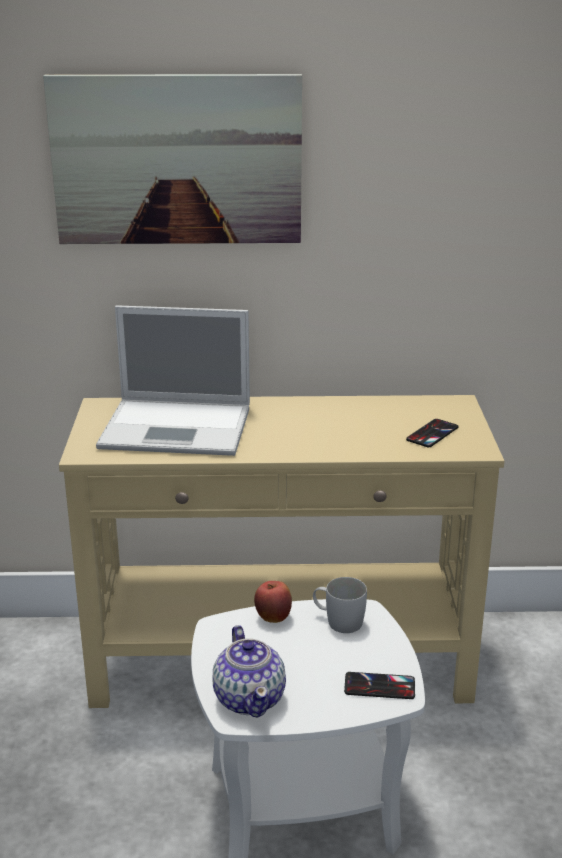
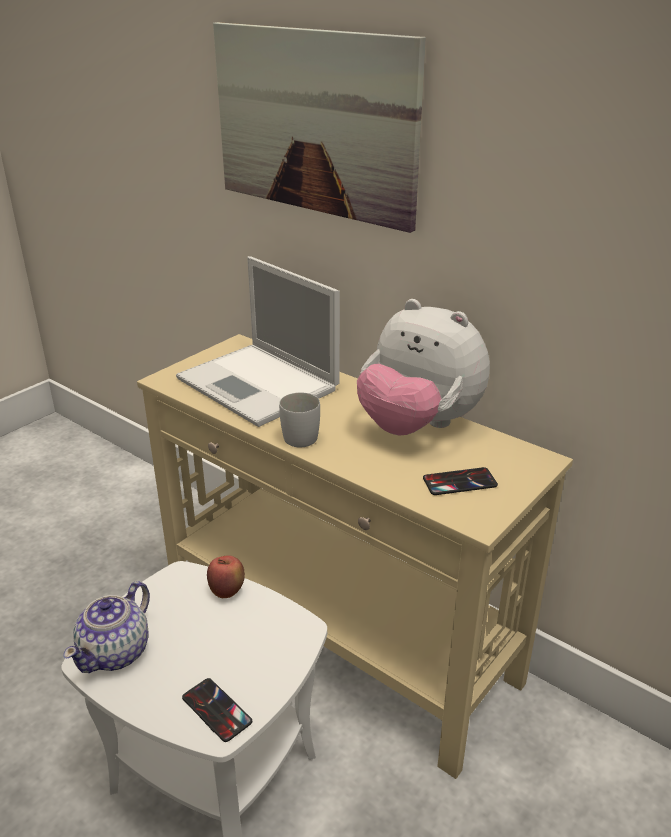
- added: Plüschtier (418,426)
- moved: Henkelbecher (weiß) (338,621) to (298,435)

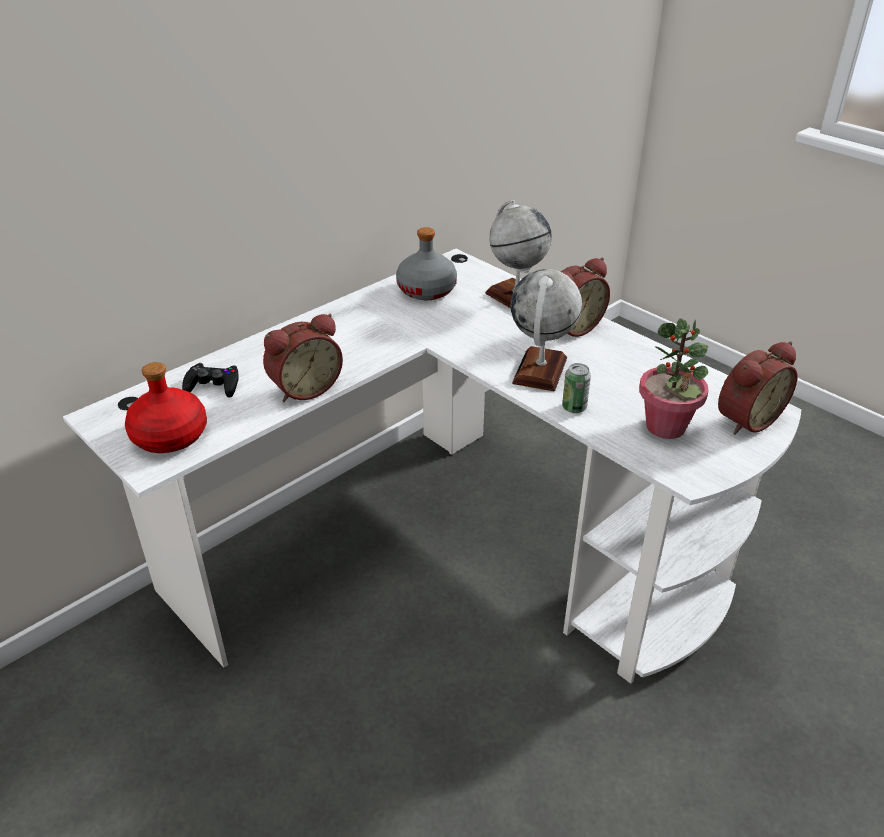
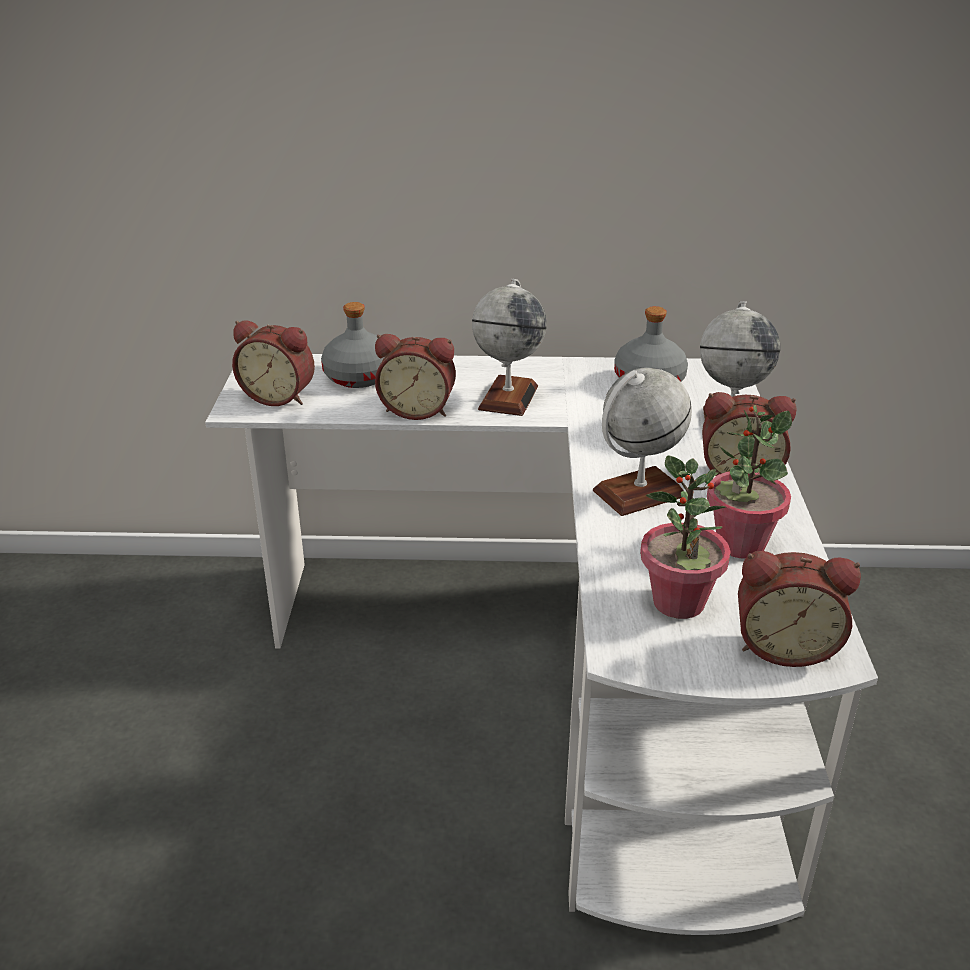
- removed: Dose (574,407)
- added: Globus (508,397)
- added: Topfpflanze (740,544)
- replaced: Flasche (rot) (170,435) to Wecker (279,396)
- replaced: Gamepad (schwarz) (213,385) to Flasche (grau) (359,377)

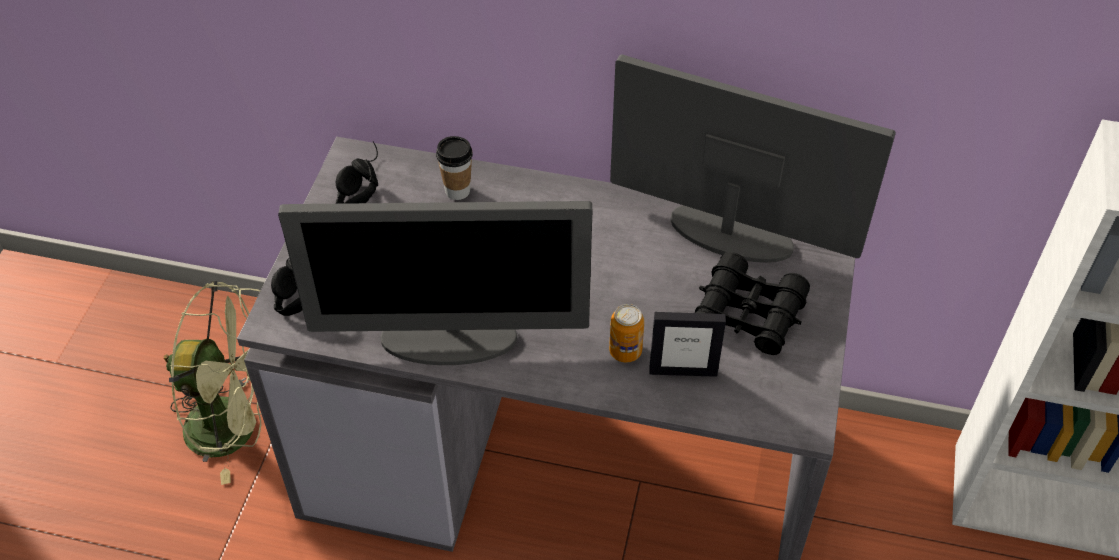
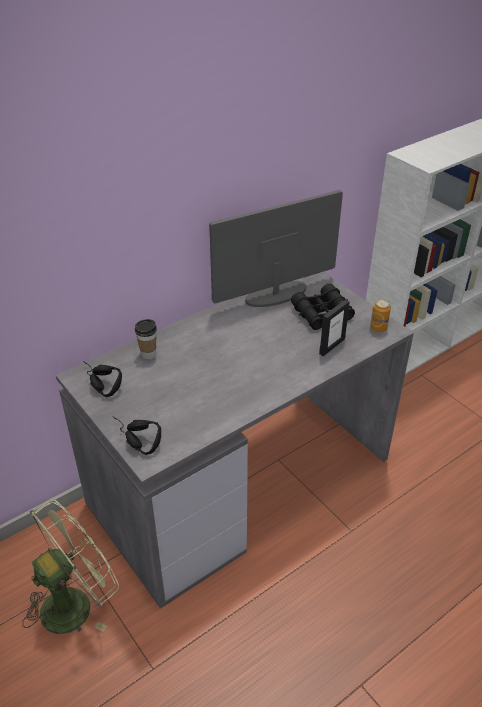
- removed: Monitor (450,339)
- moved: Dose (625,351) to (378,328)

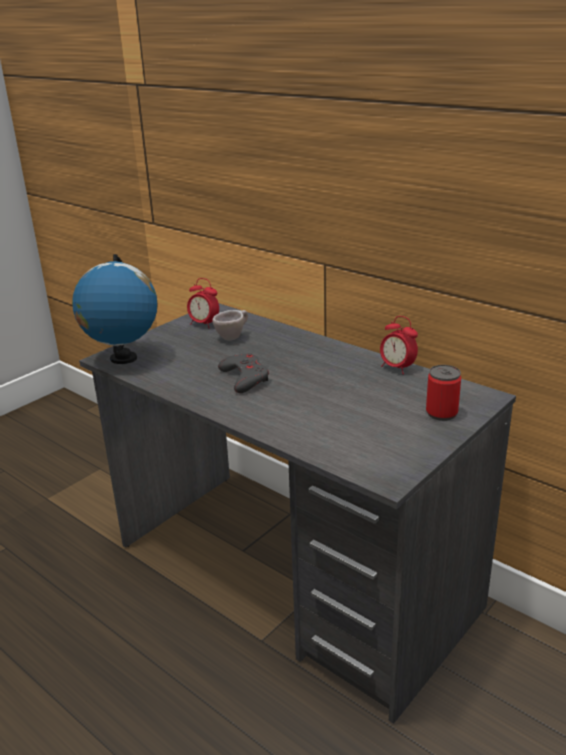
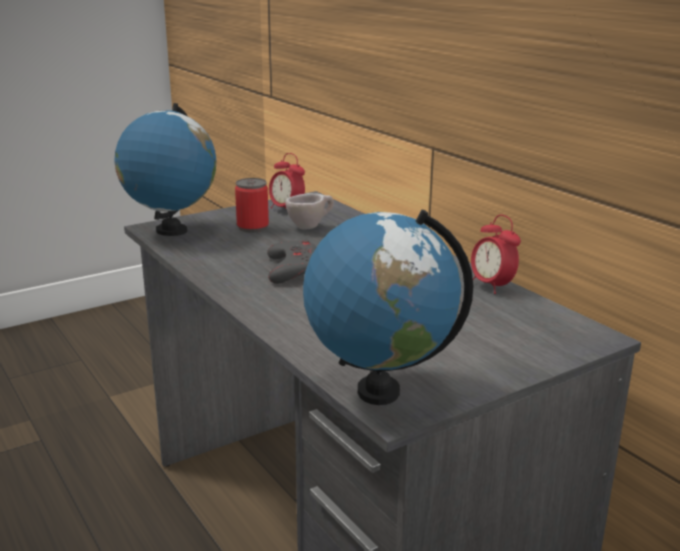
- added: Globus (379,391)
- moved: Dose (441,413) to (253,227)

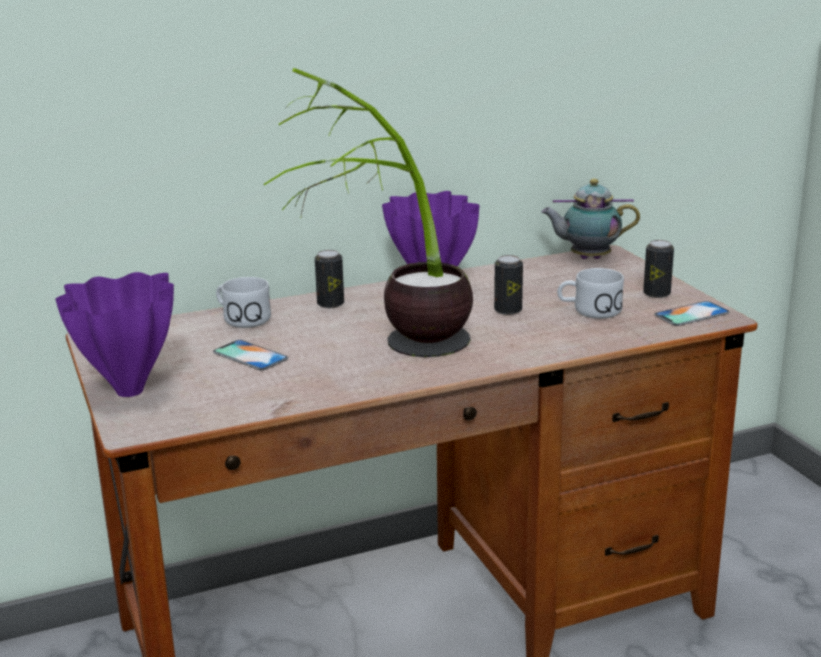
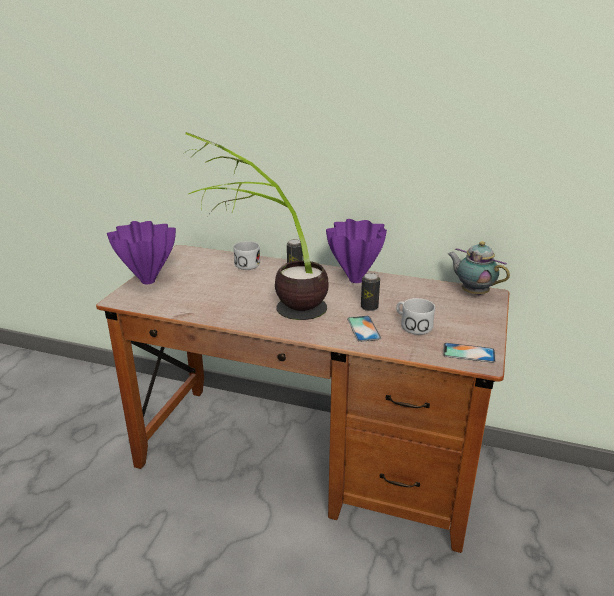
- removed: Dose (656,294)
- moved: Handy (250,355) to (363,329)

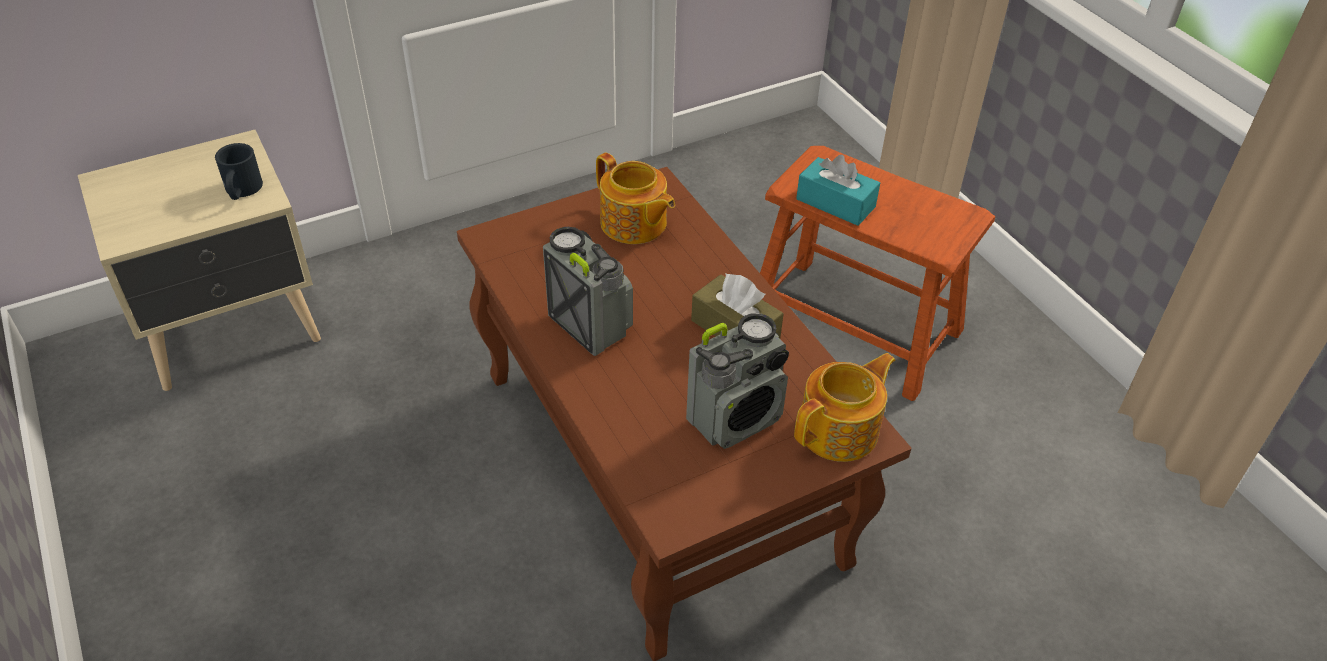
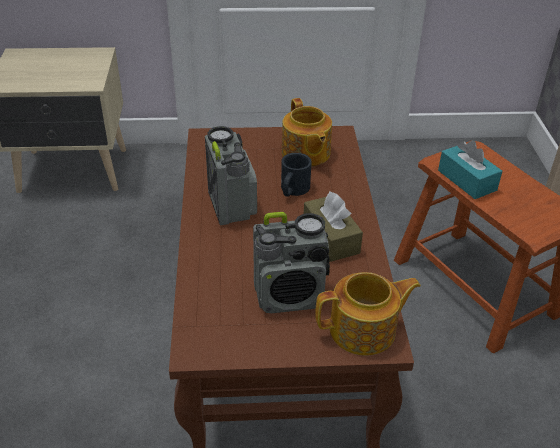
- moved: Henkelbecher (schwarz) (242,191) to (293,190)

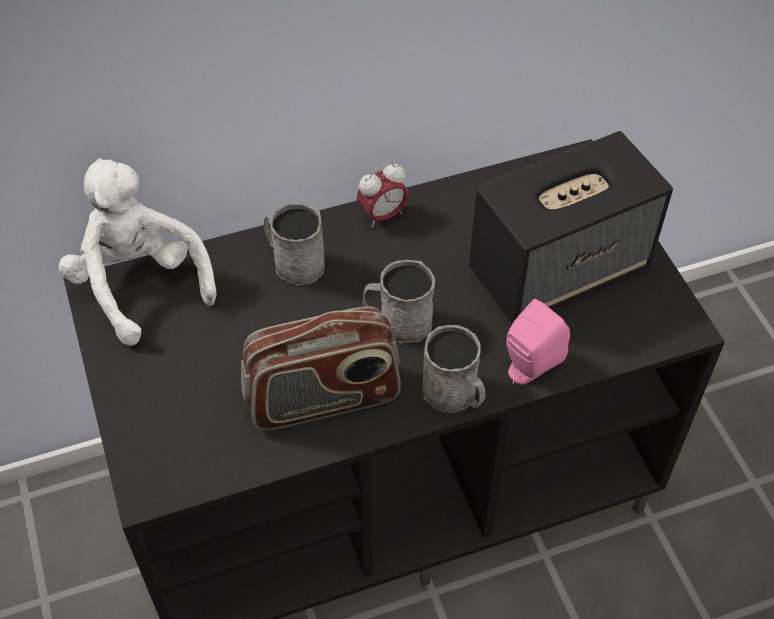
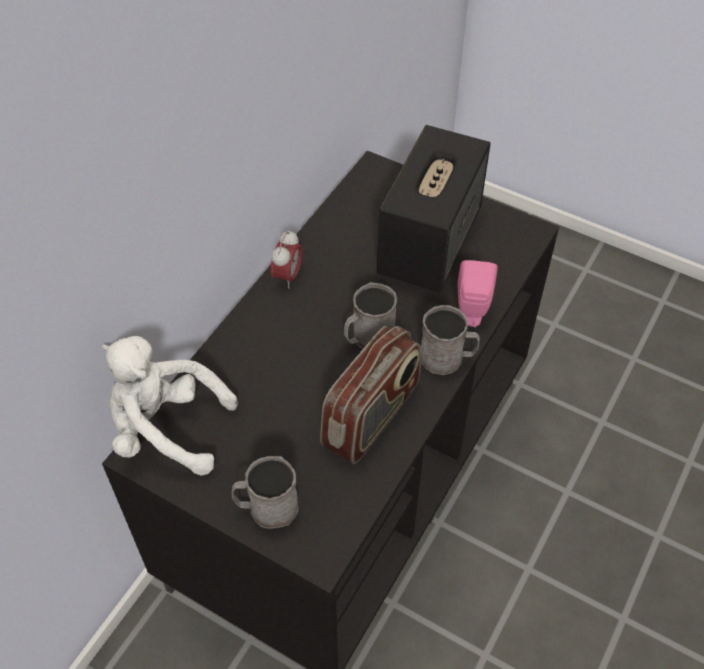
- moved: Henkelbecher (grau) (294,262) to (267,508)

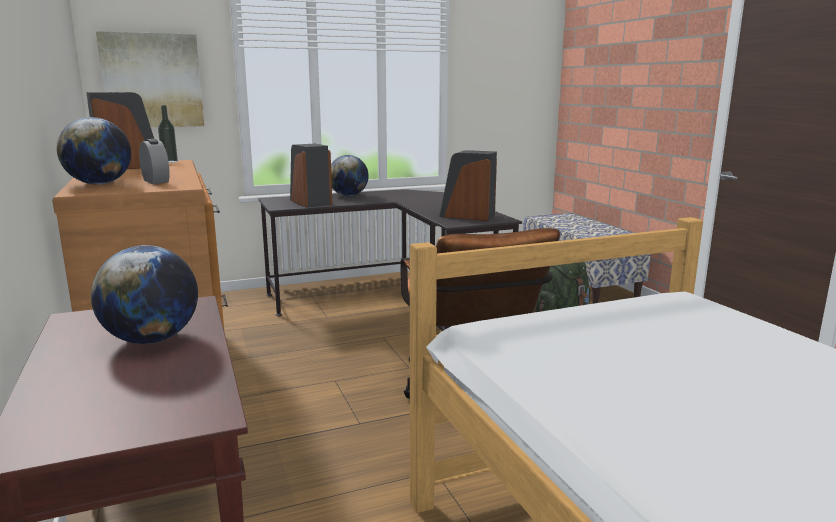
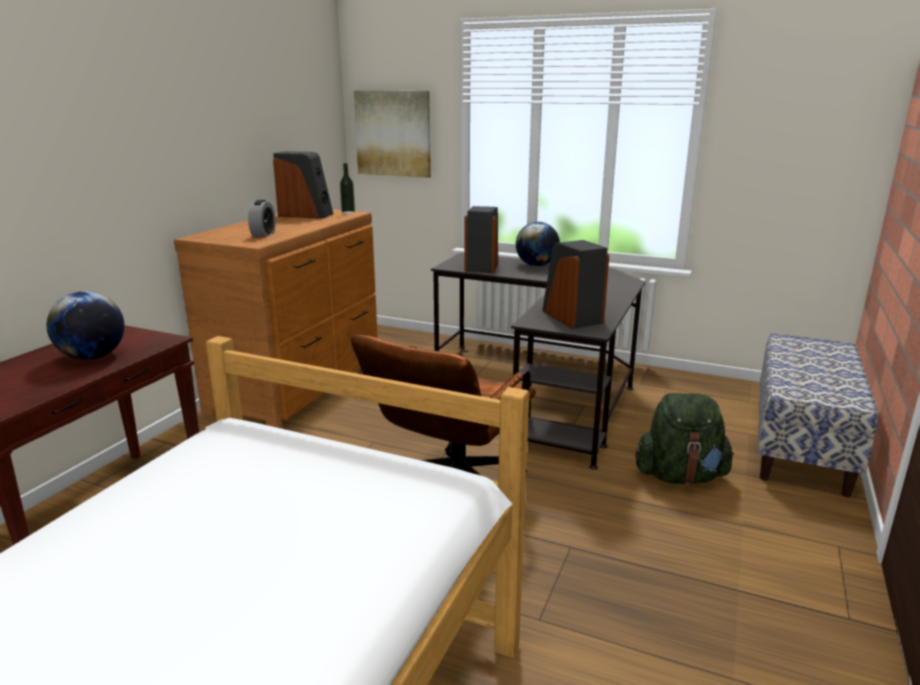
- removed: Globus (99,184)

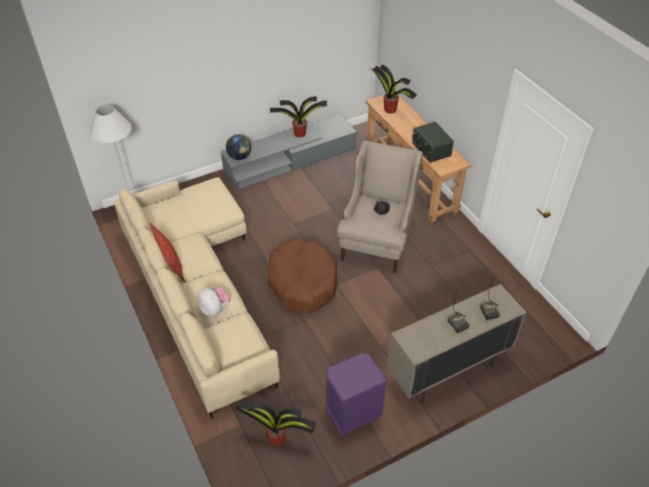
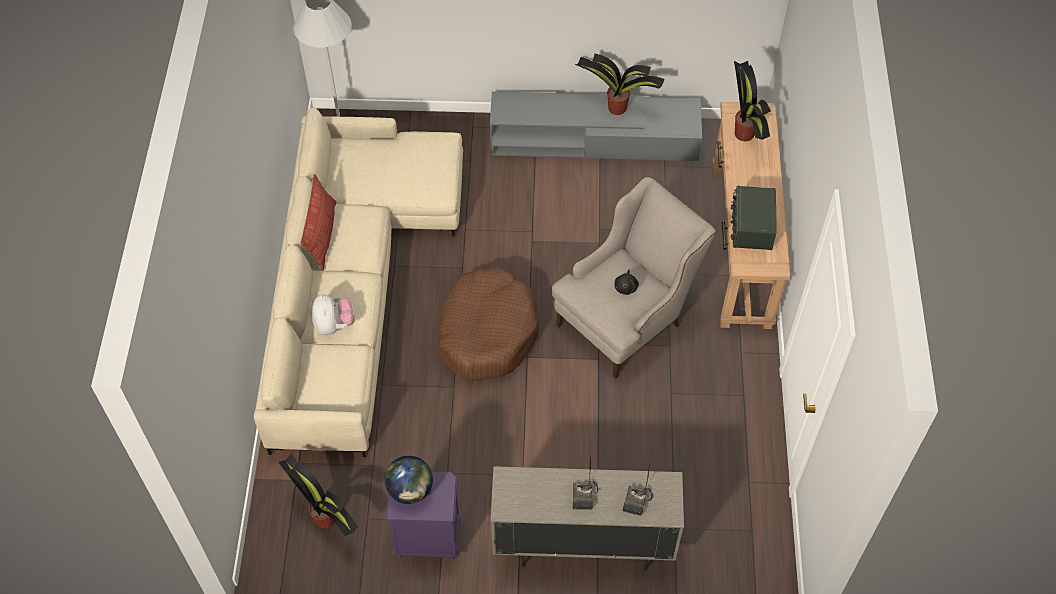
- moved: Globus (239,157) to (410,490)

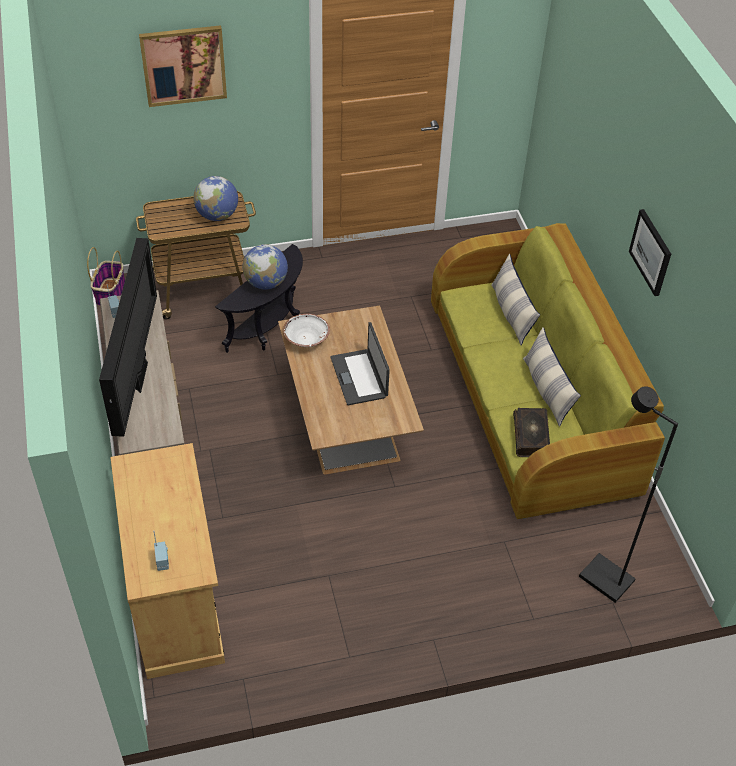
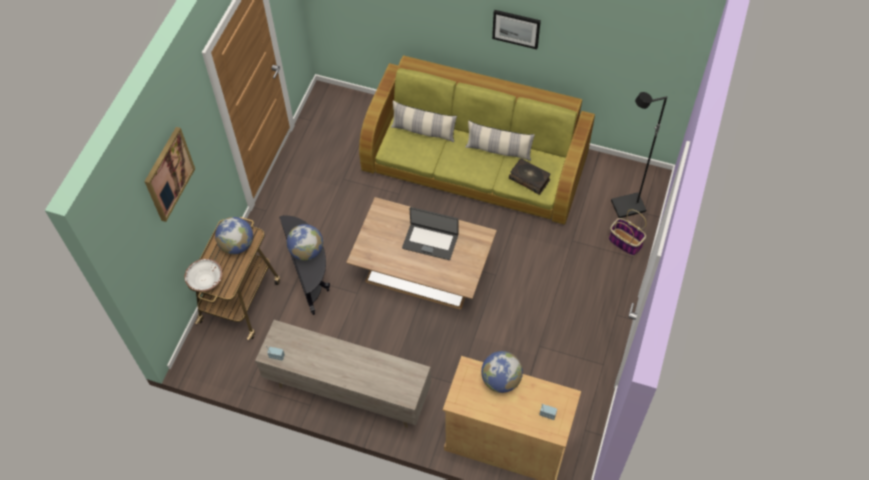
- removed: Fernseher (139,374)
- added: Globus (501,380)
- moved: Korb (110,292) to (624,242)
- moved: Schüssel (weiß) (306,339) to (205,280)

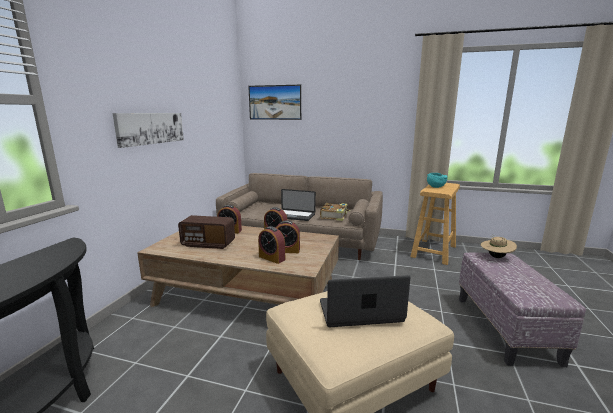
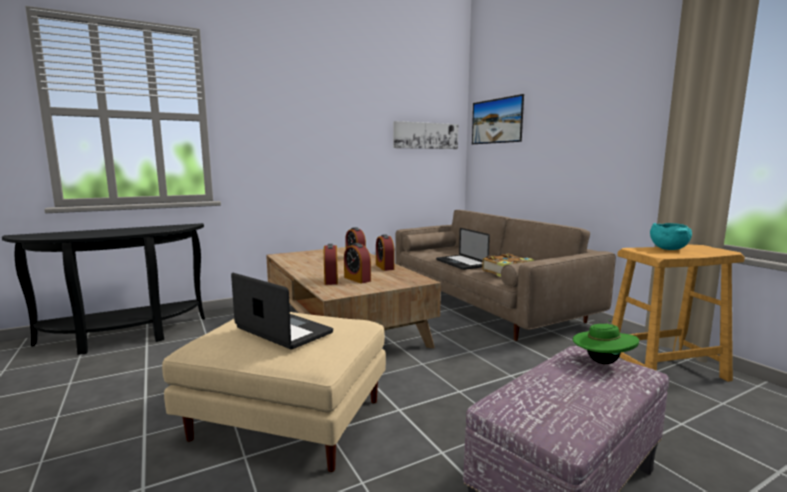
- removed: Radio (208,244)
- moved: Bild (151,128) to (426,135)
- recoloured: Hut (beige) (496,257) to Hut (grün) (602,362)

